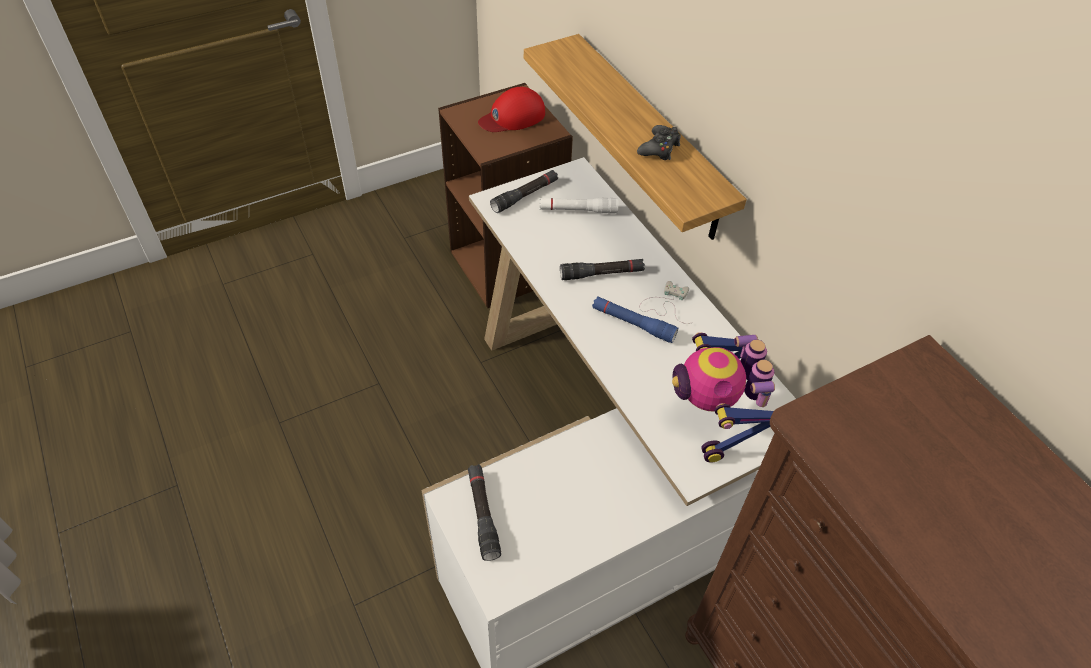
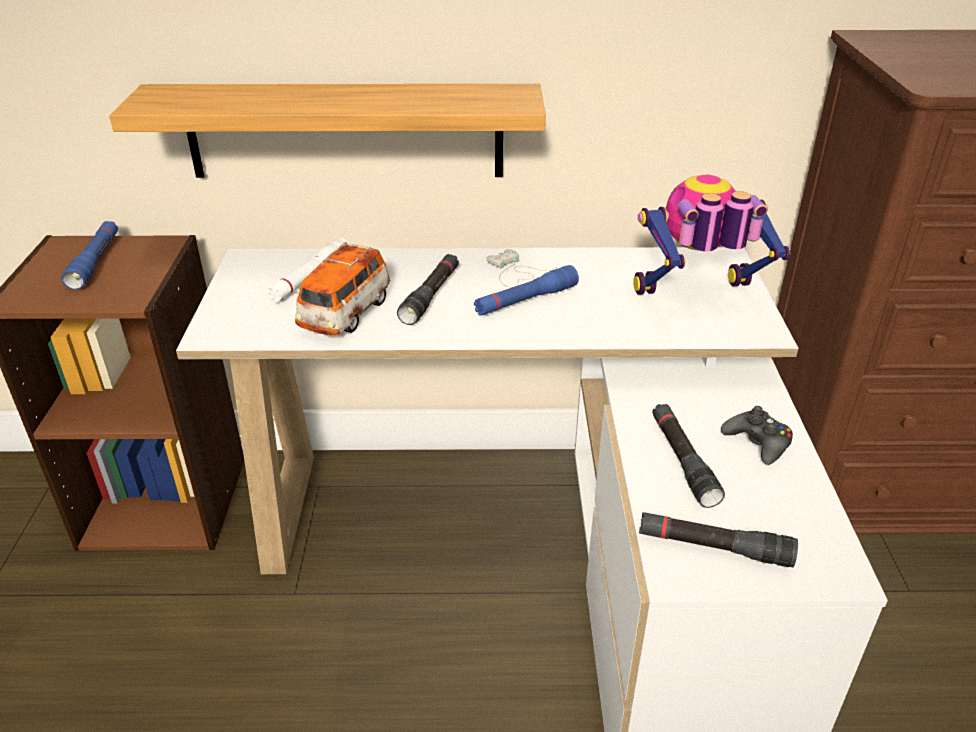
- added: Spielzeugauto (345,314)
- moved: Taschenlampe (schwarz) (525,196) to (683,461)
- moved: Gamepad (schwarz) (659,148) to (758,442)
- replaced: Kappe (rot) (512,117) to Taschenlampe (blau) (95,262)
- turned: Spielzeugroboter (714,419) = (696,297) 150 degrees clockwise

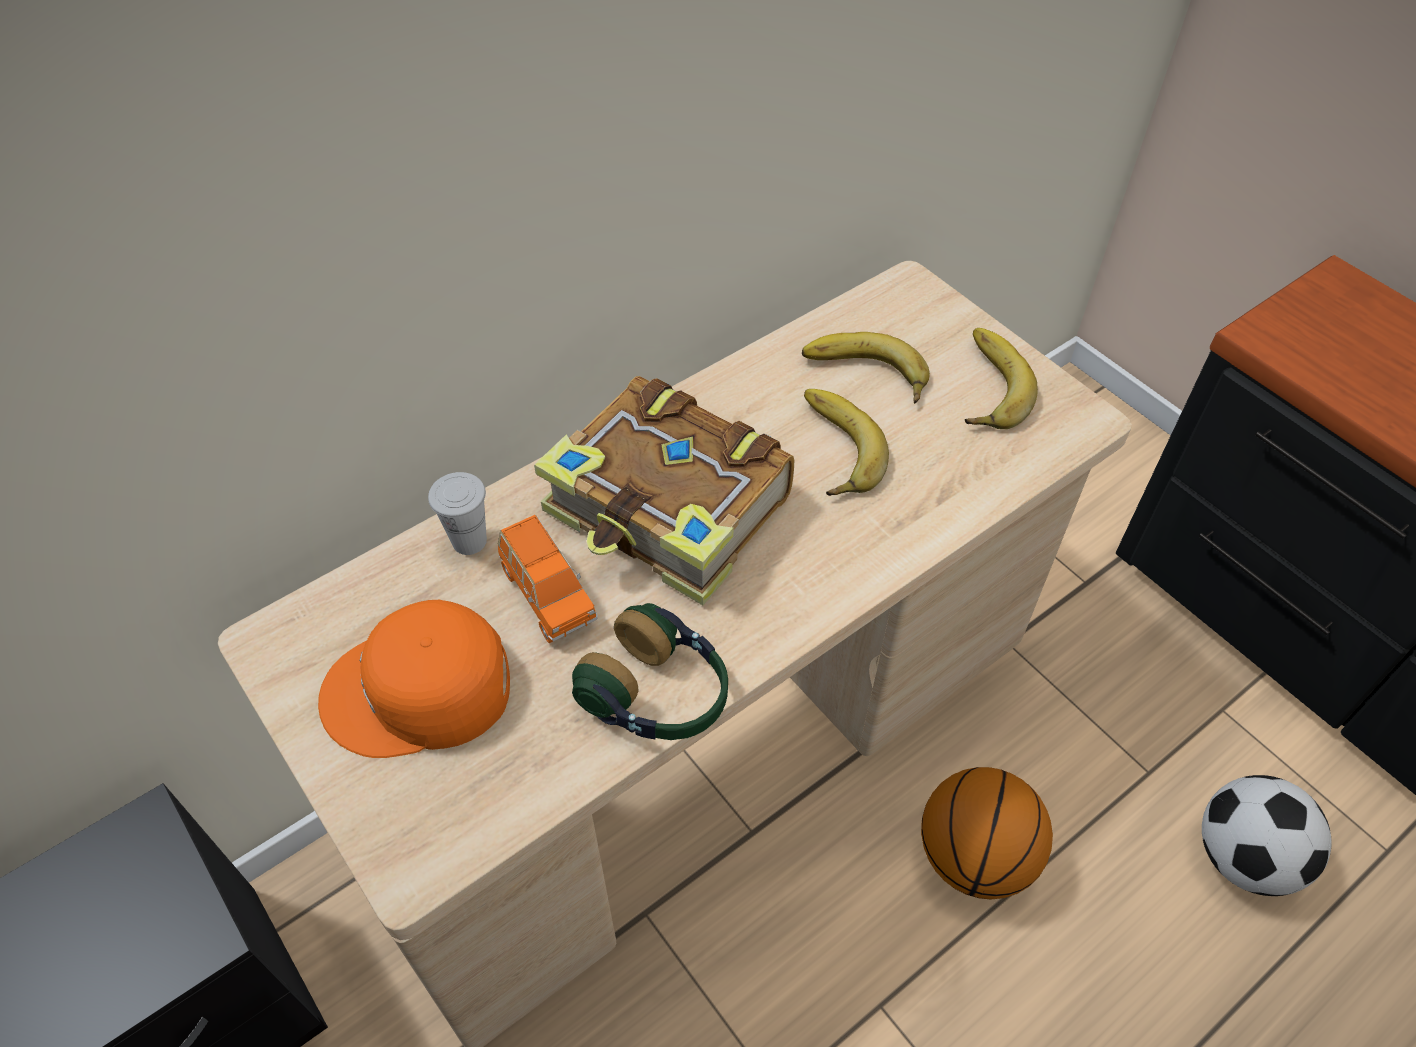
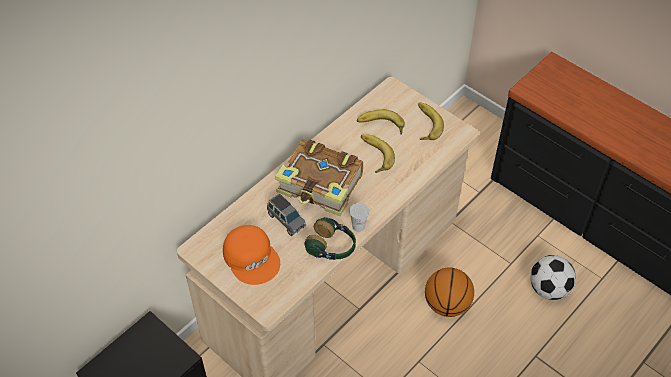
- moved: Tasse (weiß) (469,541) to (358,226)
- recoloured: Spielzeugauto (orange) (548,594) to Spielzeugauto (grau) (286,220)
- turned: Kappe (orange) (419,692) = (252,257) 105 degrees counterclockwise

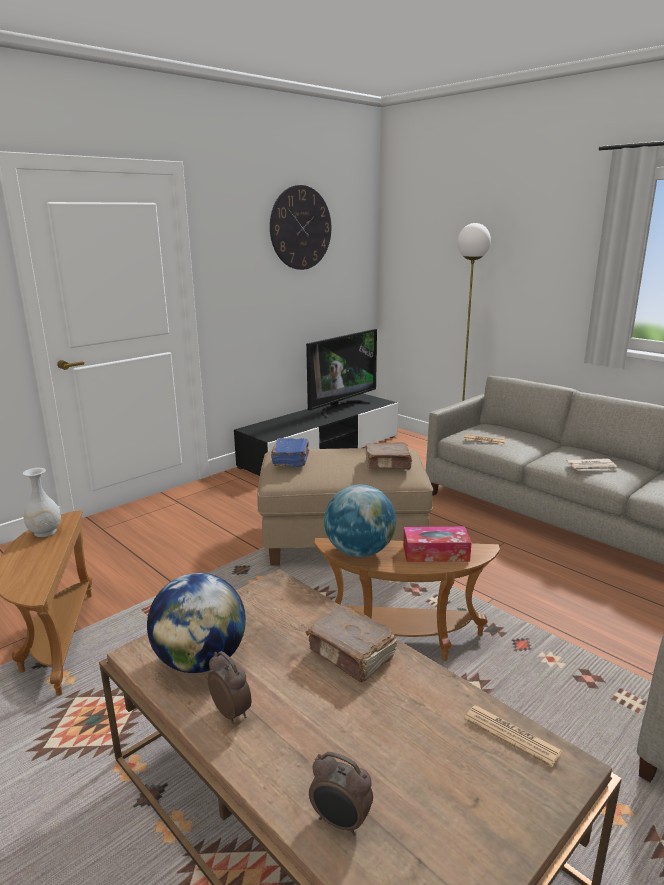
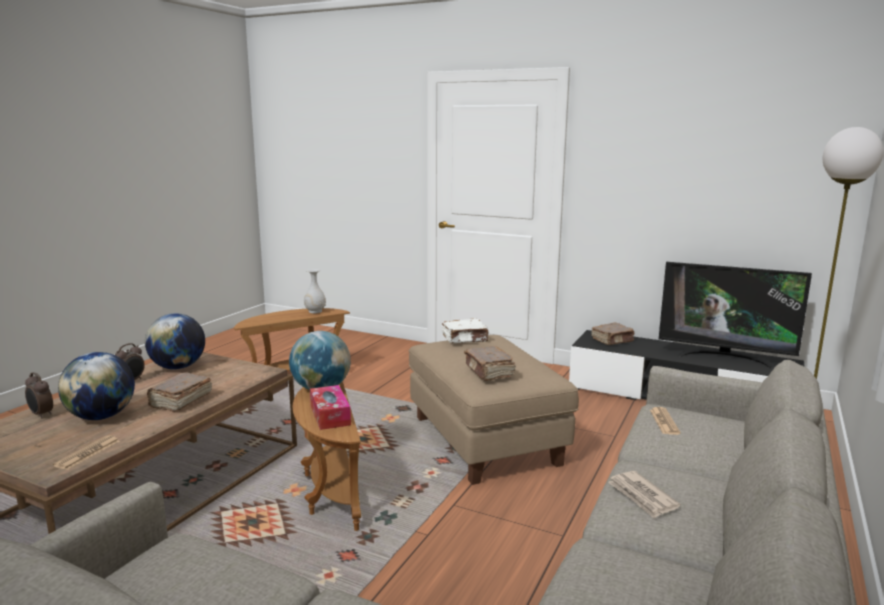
- removed: Wanduhr (300,228)
- added: Globus (101,416)
- added: Buch (braun) (612,341)
- recoloured: Buch (blau) (291,460) to Buch (weiß) (465,339)
- turned: Wecker (340,822) = (41,414) 60 degrees counterclockwise

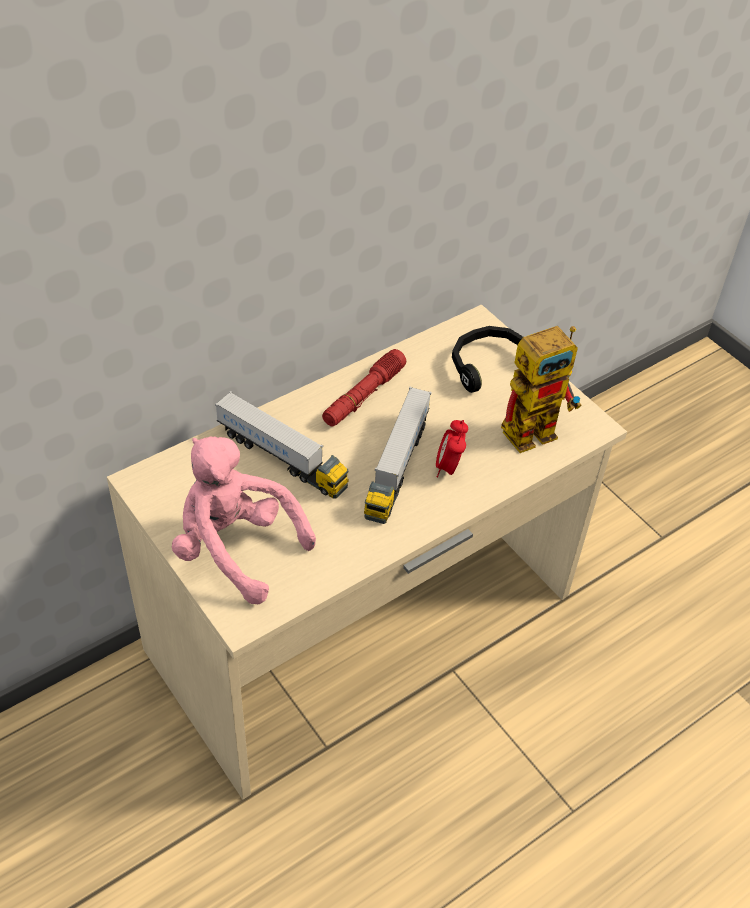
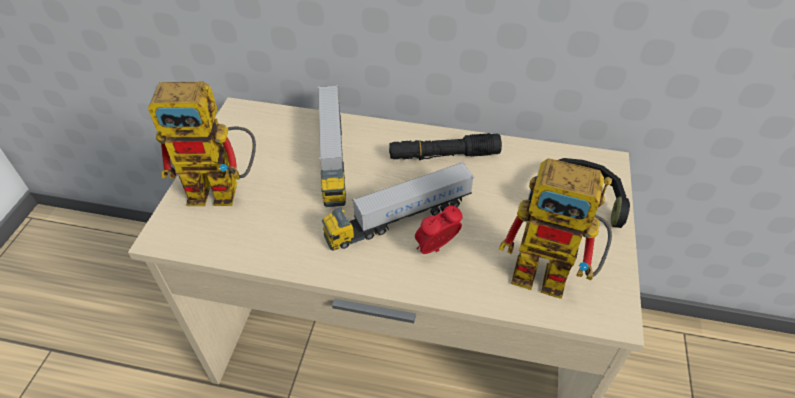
- replaced: Plüschtier (rosa) (235,548) to Spielzeugroboter (225,189)
- recoloured: Taschenlampe (rot) (363,396) to Taschenlampe (schwarz) (443,155)

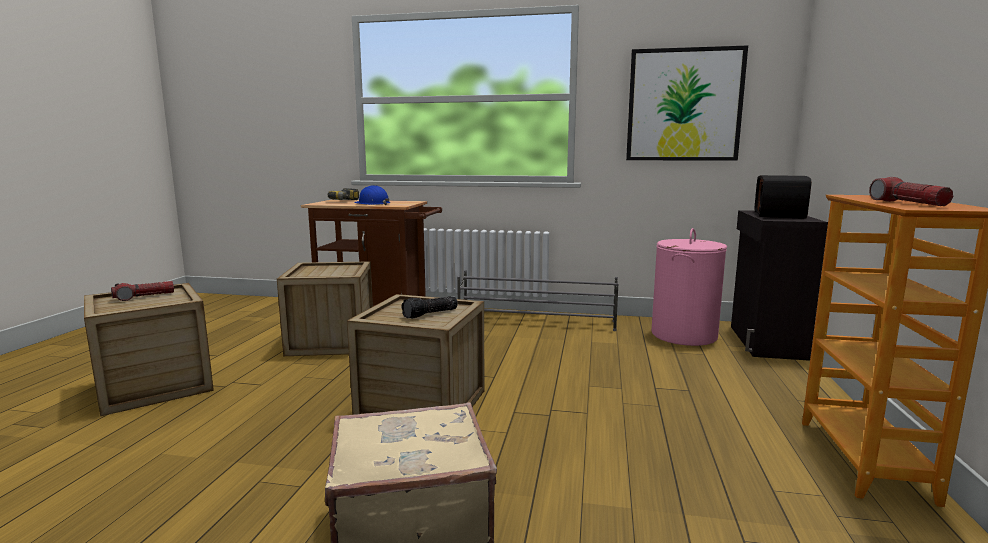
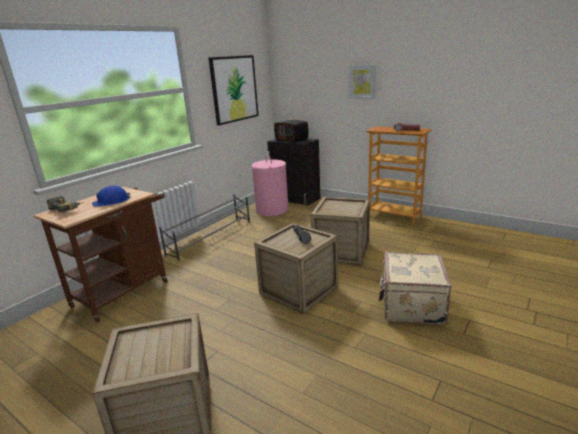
- removed: Taschenlampe (144,297)
- added: Bild (362,81)
- moved: Kiste (331,342) to (341,251)

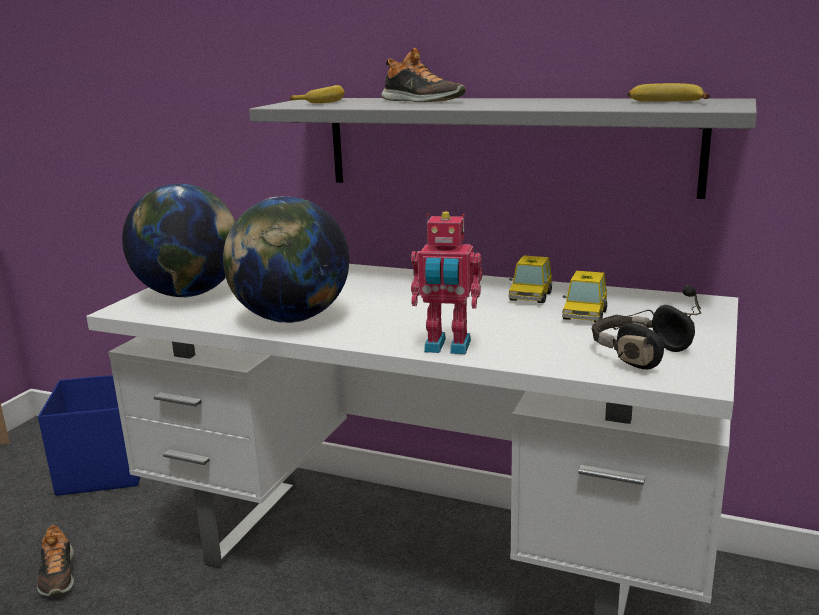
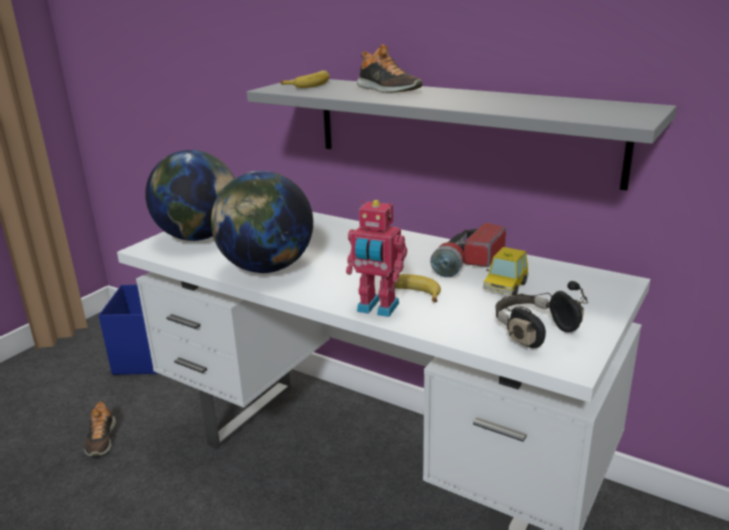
- moved: Banane (666,102) to (411,293)
- replaced: Spielzeugauto (530,297) to Taschenlampe (468,263)

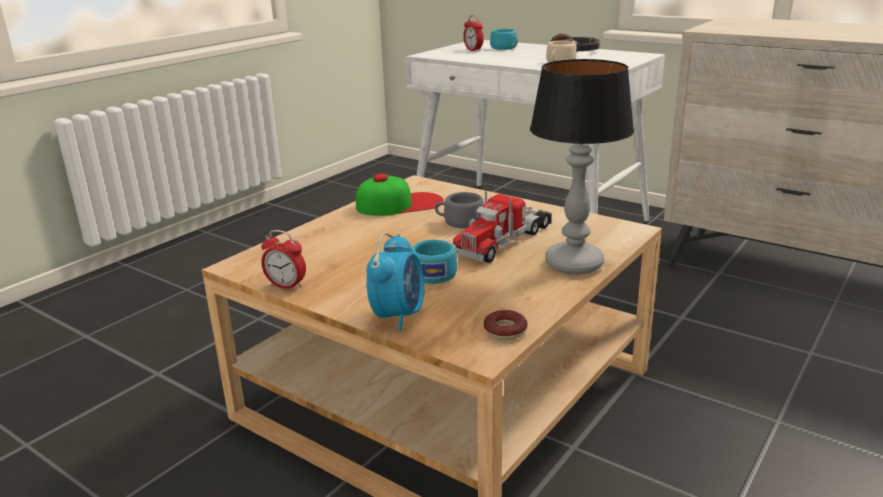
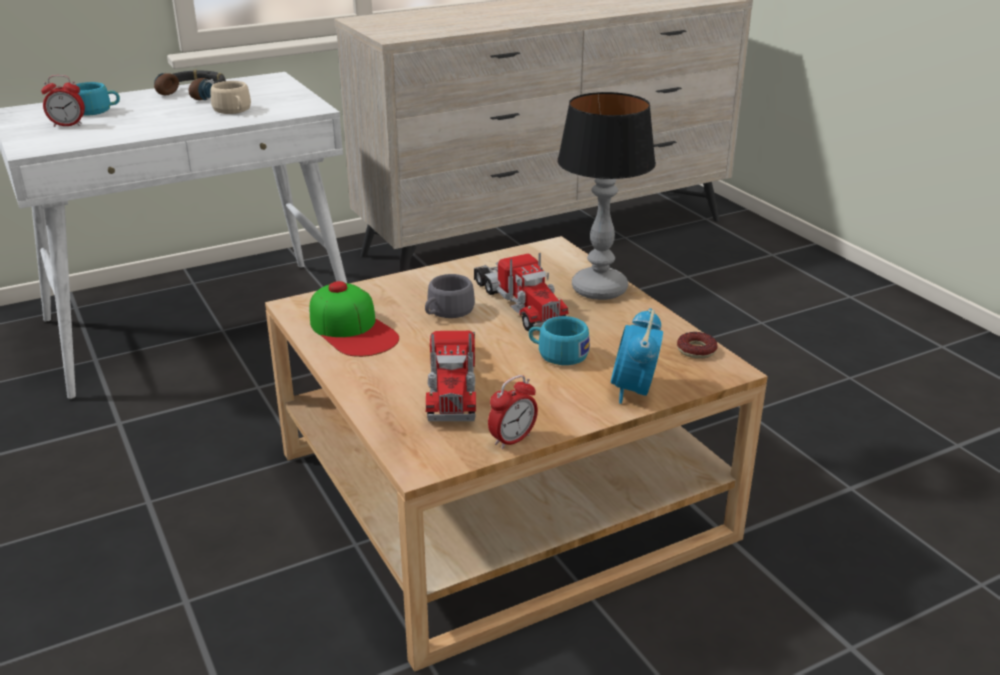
- added: Spielzeuglaster (452,384)
- turned: Kappe (400,204) = (353,330) 135 degrees clockwise
- turned: Wecker (398,316) = (634,391) 120 degrees counterclockwise

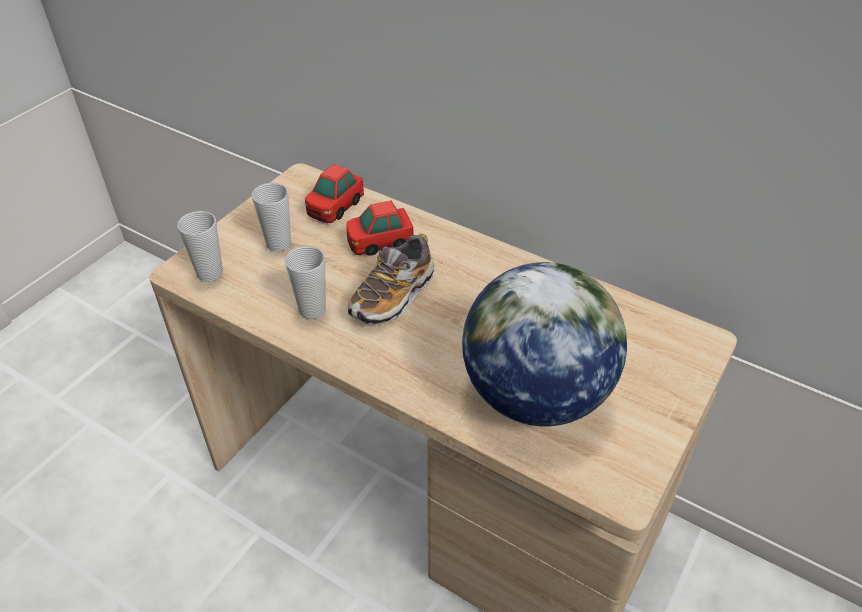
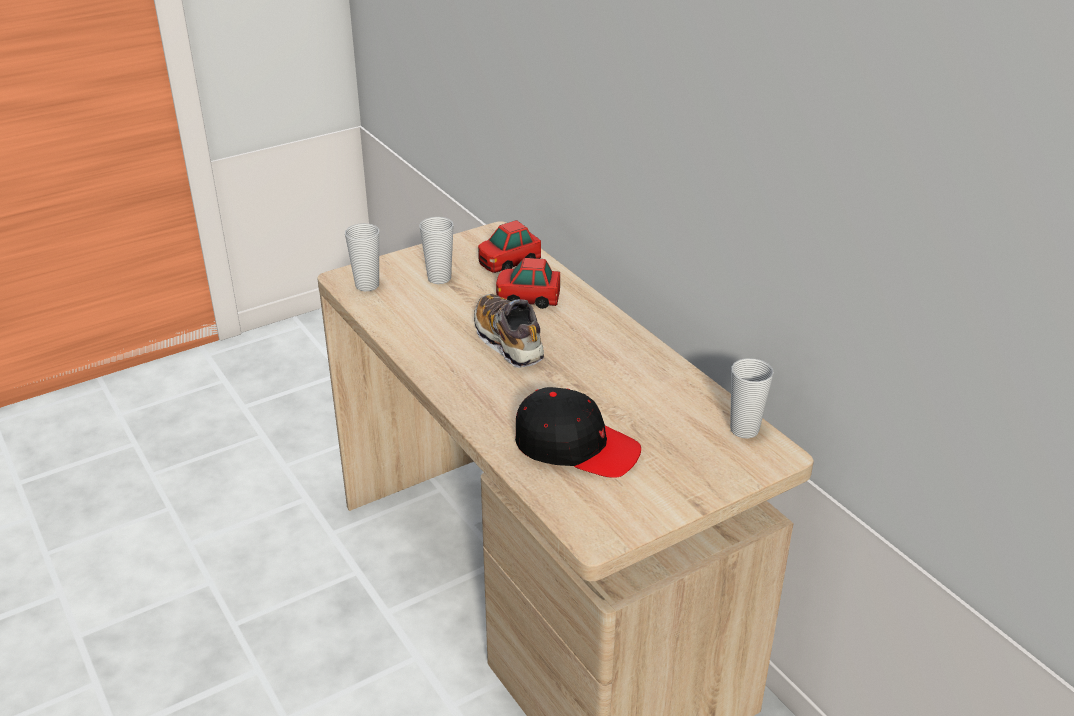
- moved: Tasse (312,310) to (744,430)
- replaced: Globus (535,395) to Kappe (schwarz) (576,446)
- turned: Schuh (393,296) = (508,341) 90 degrees clockwise

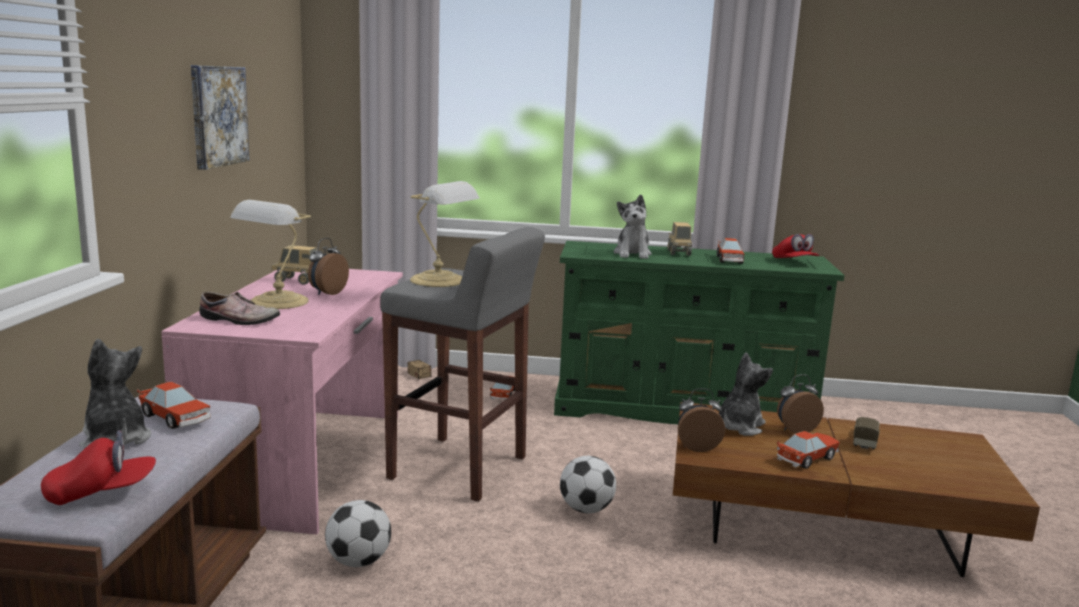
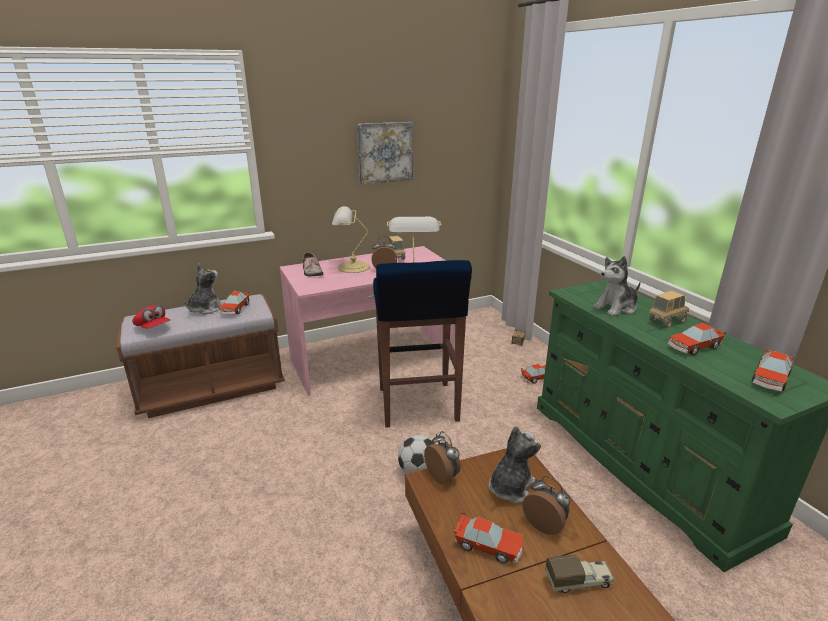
- removed: Fußball (359,561)
- replaced: Kappe (rot) (794,262) to Spielzeugauto (770,379)
- recoloured: Hocker (grau) (460,469) to Hocker (blau) (418,405)
- turned: Plüschtier (738,426) = (510,487) 60 degrees counterclockwise

